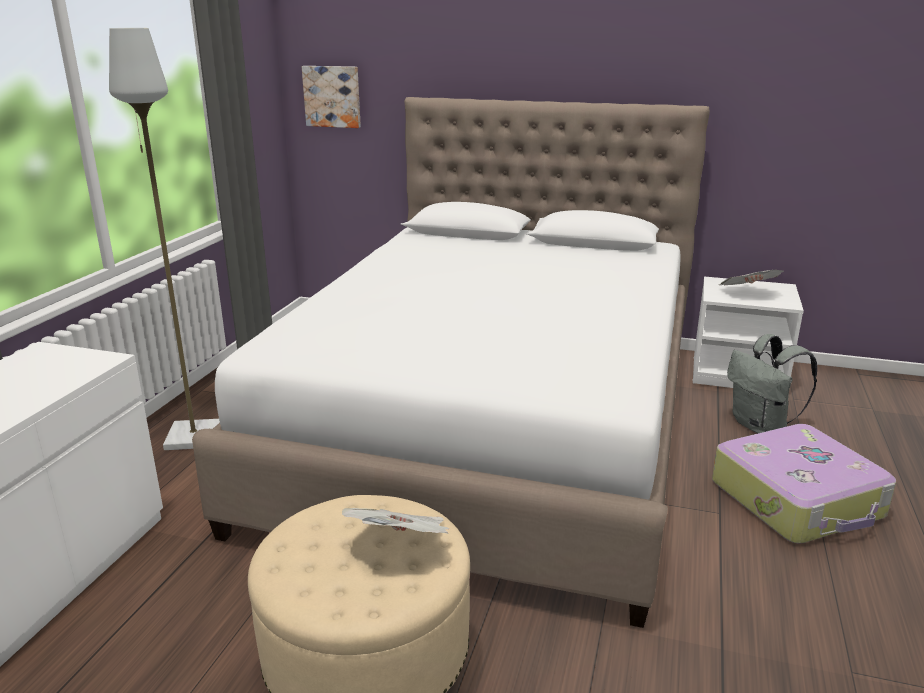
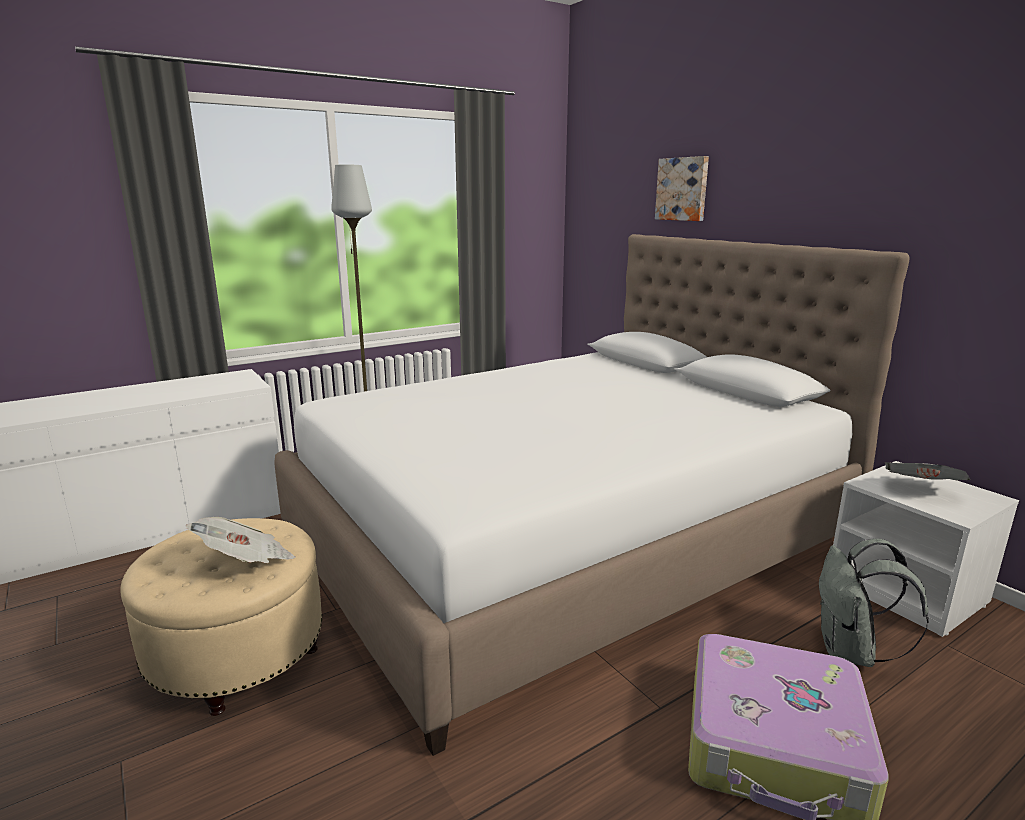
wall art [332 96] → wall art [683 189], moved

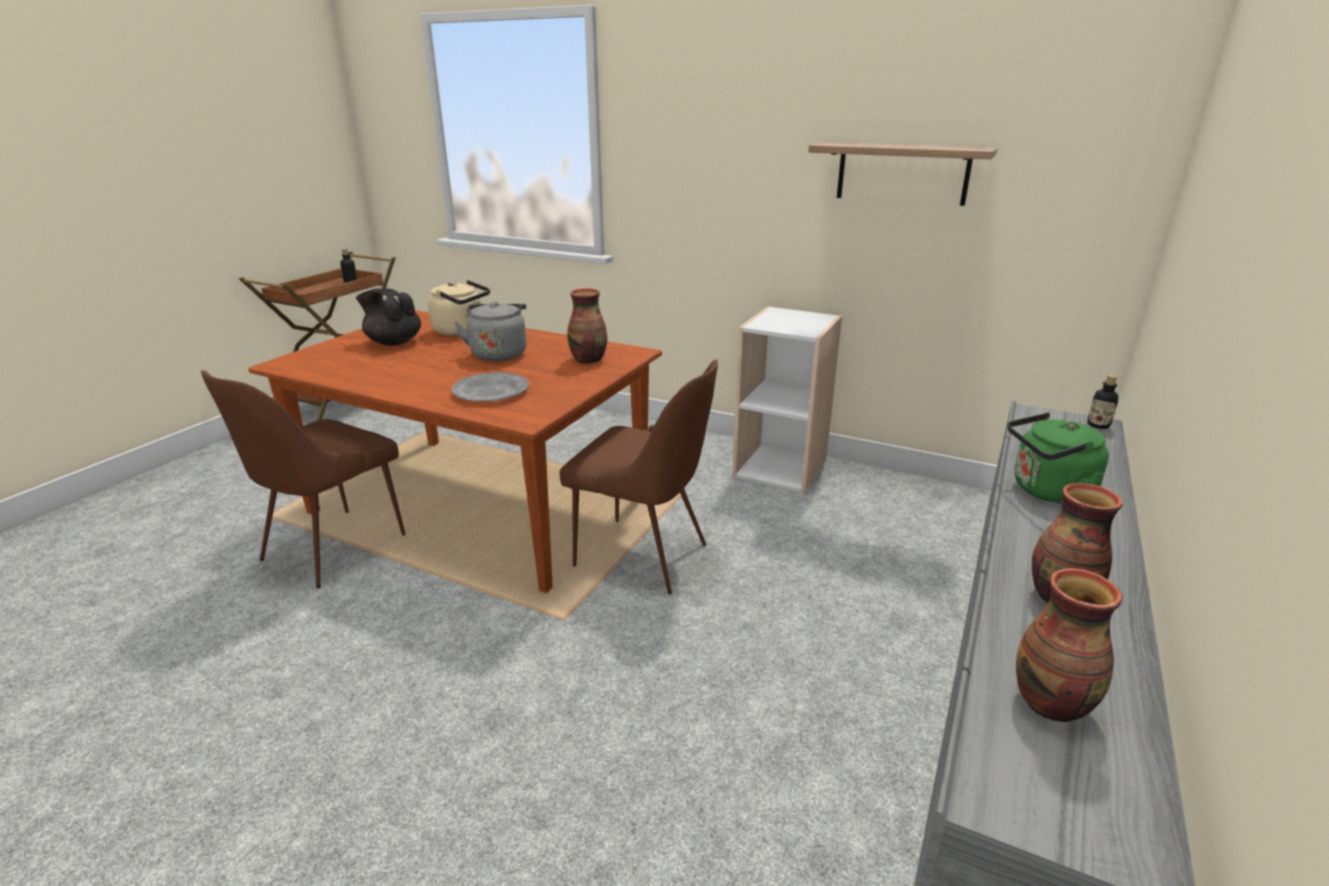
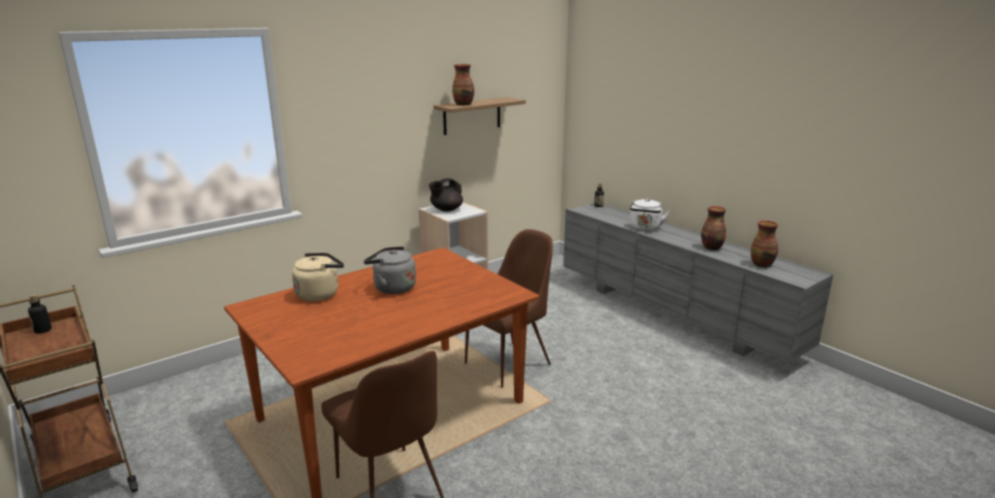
greyish dinner plate [491 392] → -
black pot for tea [393 342] → black pot for tea [446 209], moved
flower vase [589 360] → flower vase [463 104], moved
green water kettle [1047 491] → whitish water kettle [645 228]

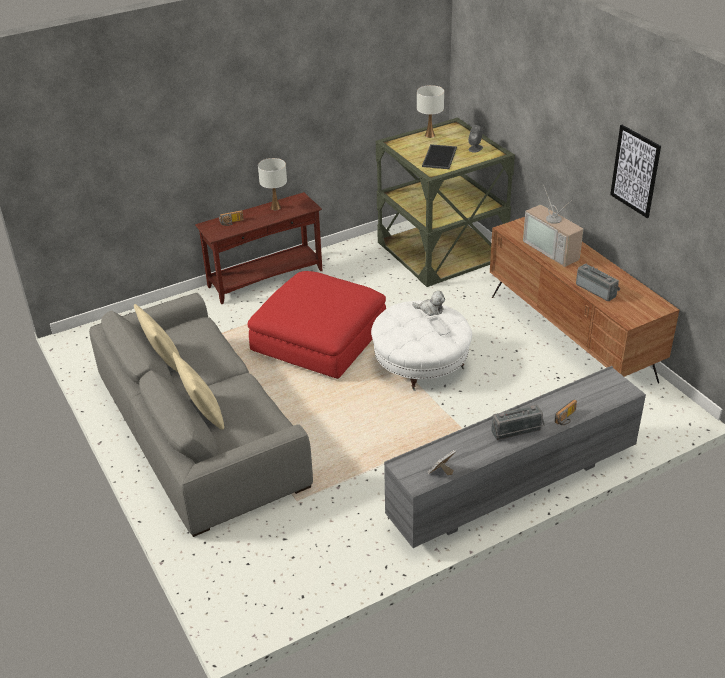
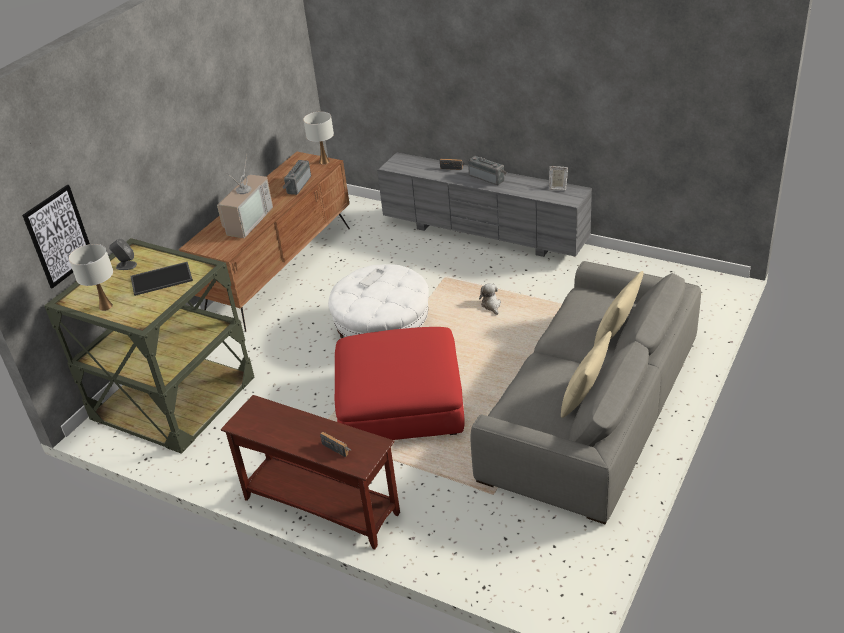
whitish lamp for a table [275 207] → whitish lamp for a table [324 161], moved
plush toy [430 309] → plush toy [491 305], moved
wall art [635 171] → wall art [58 236], moved

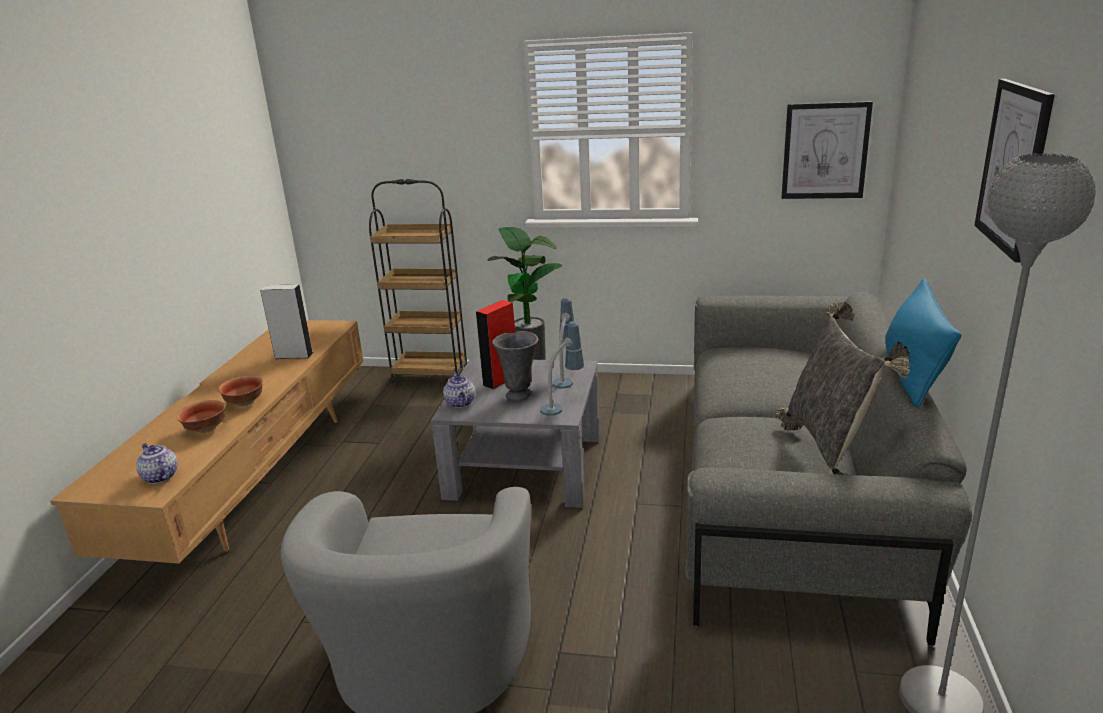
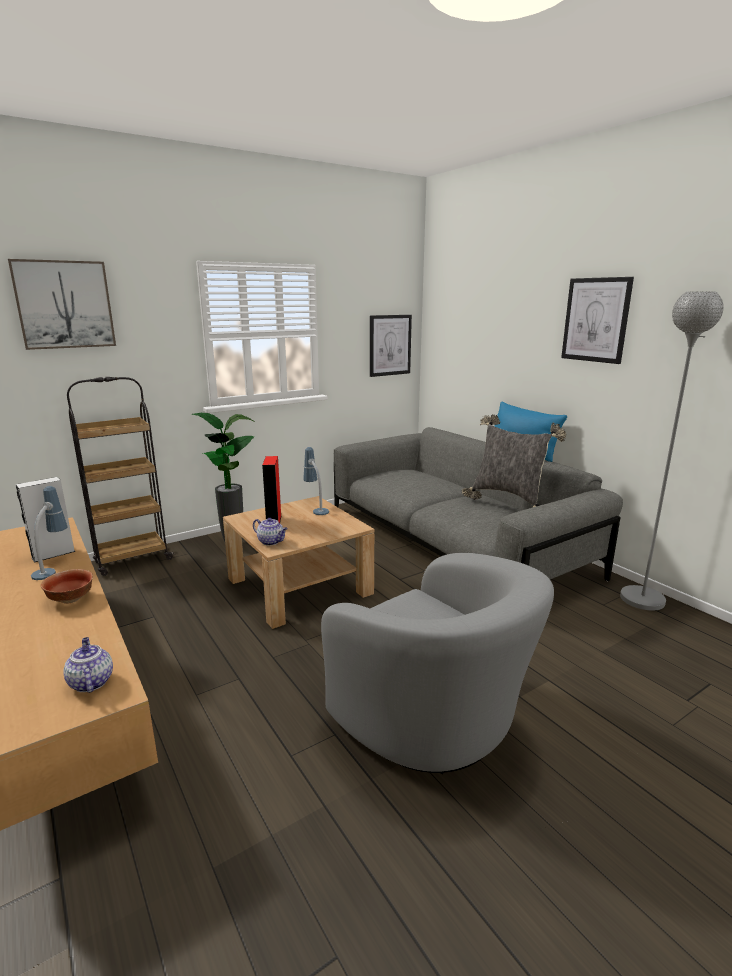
serving bowl [206 429] → -
greyish flower vase [519 395] → -
- → wall art [64 305]
lamp for a table [563 405] → lamp for a table [53 567], moved
greyish lounge table [525 465] → brown-coloured lounge table [299 586]
pot for tea [159 476] → pot for tea [90 682], 60 degrees clockwise

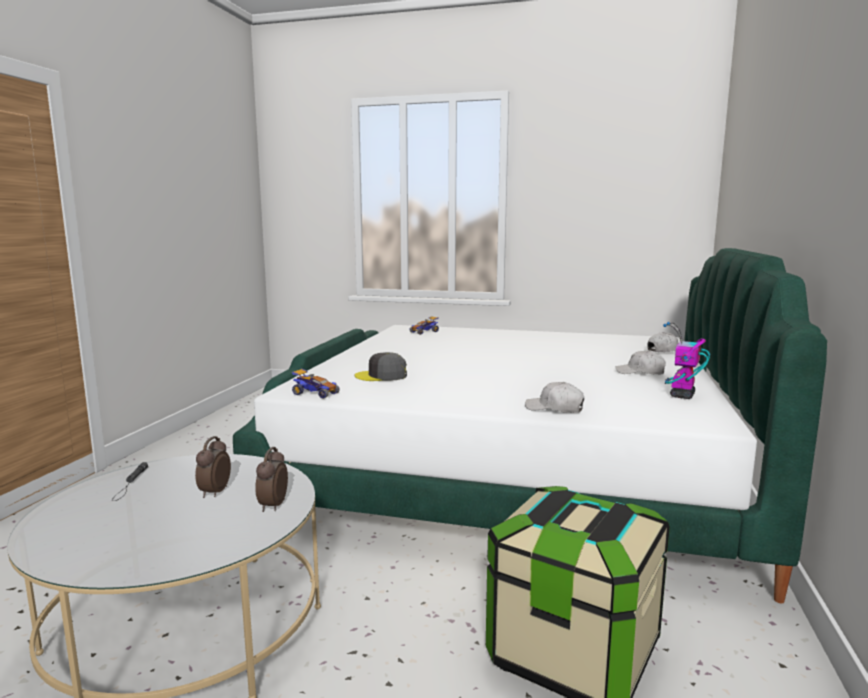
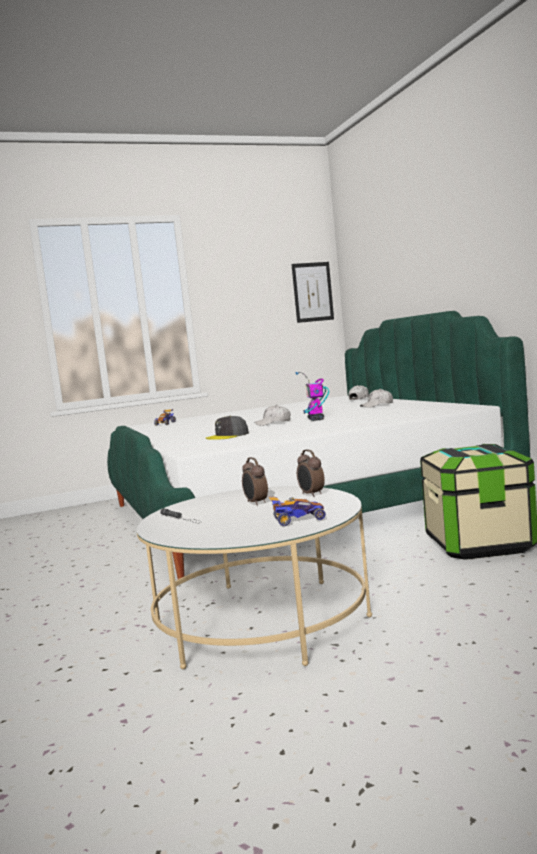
- → wall art [312 292]
miniature car [314 394] → miniature car [298 520], moved
whitish peaked cap [554 408] → whitish peaked cap [273 423], moved
robot figure [682 396] → robot figure [316 419], moved

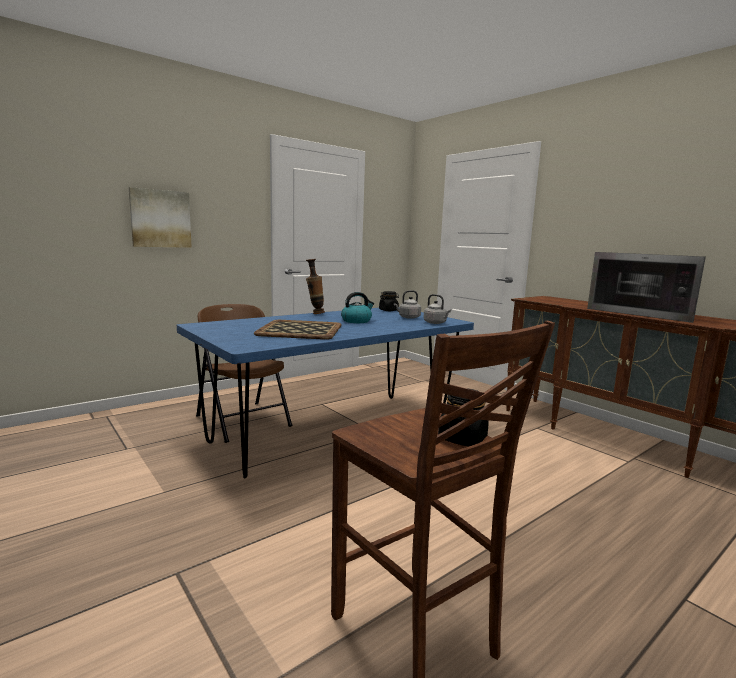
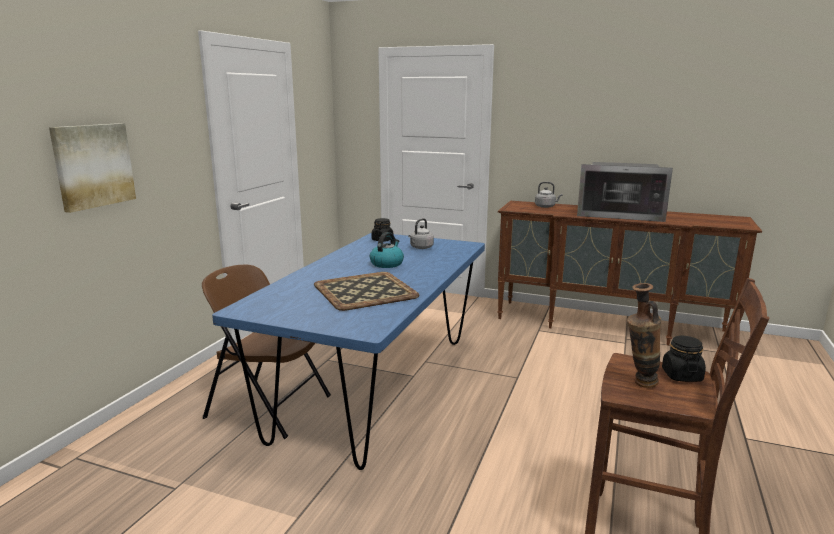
flower vase [315 313] → flower vase [638 383], moved
greyish water kettle [436 323] → greyish water kettle [546 206], moved

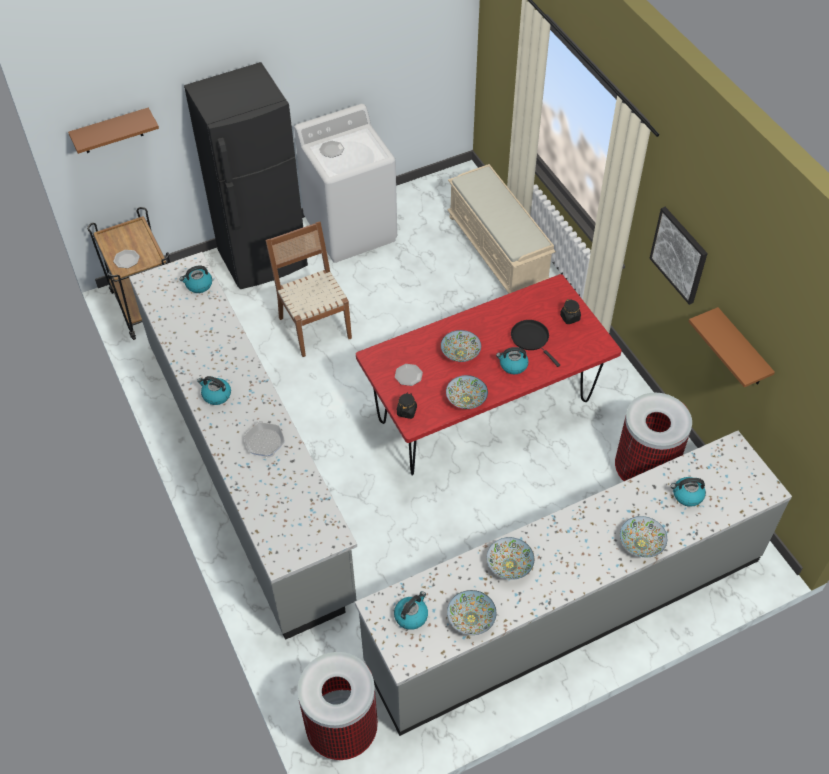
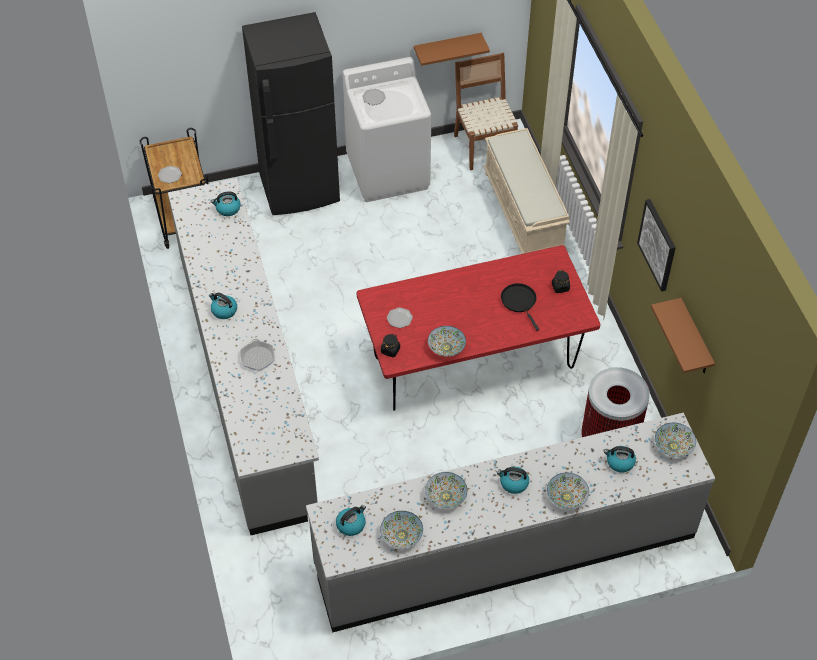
trash can [342 729] → -
brown-coloured shelf [111 131] → brown-coloured shelf [447 49], moved
upright chair [314 325] → upright chair [484 145], moved
serving bowl [460 353] → serving bowl [673 446], moved
water kettle [513 365] → water kettle [513 483], moved

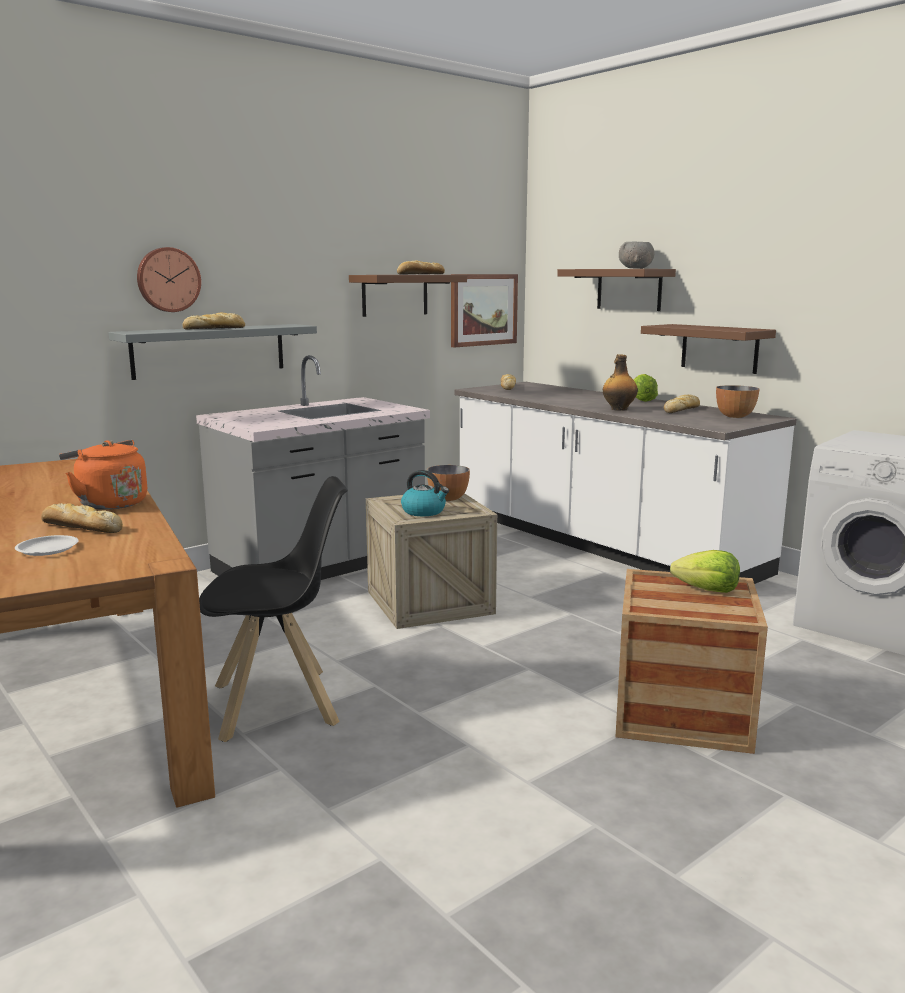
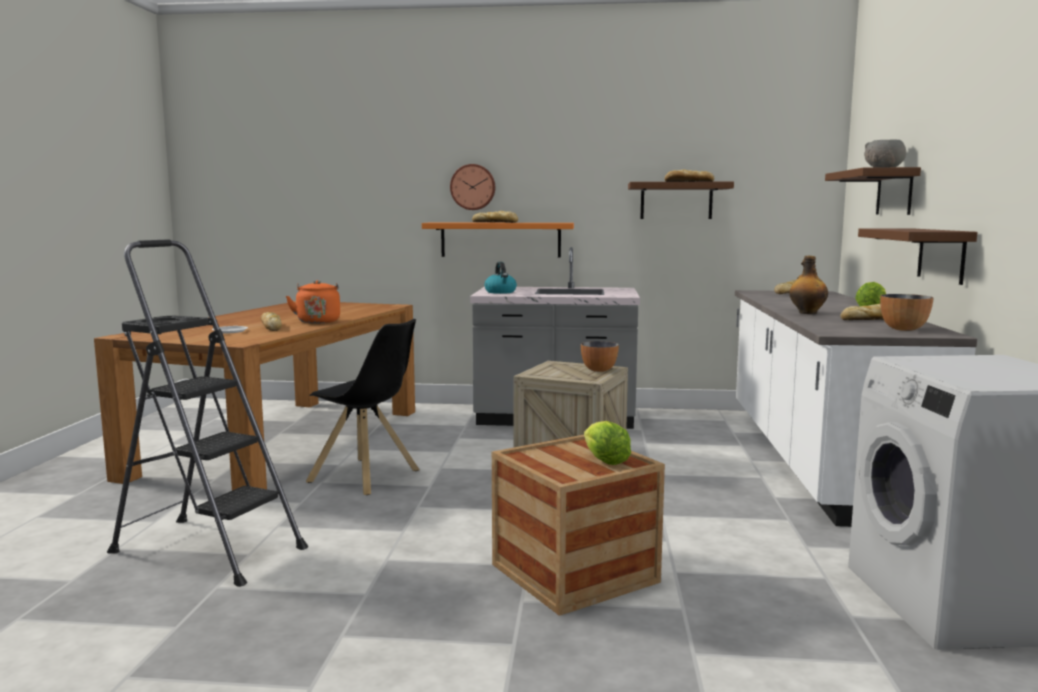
wall art [483 309] → -
- → step ladder [206 549]
water kettle [424 511] → water kettle [501 292], moved
greyish shelf [209 350] → orange-coloured shelf [500 239]

